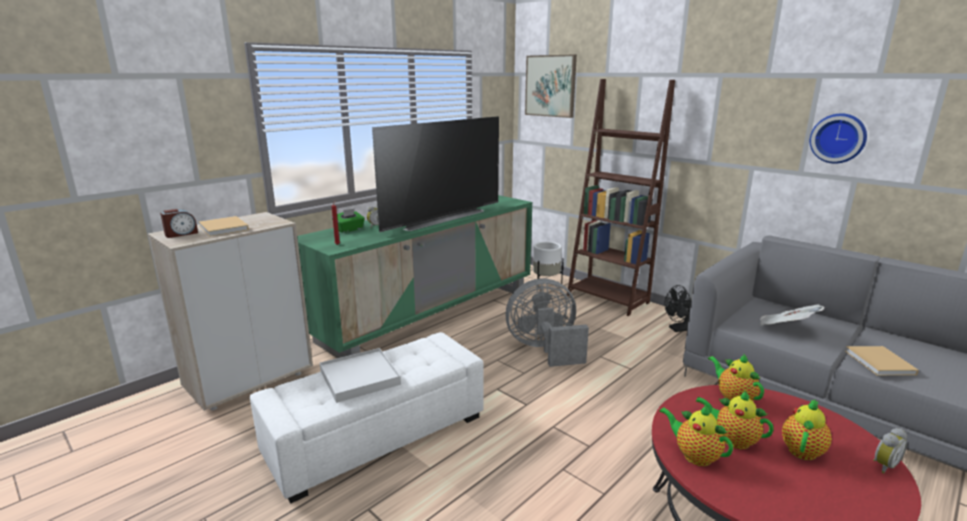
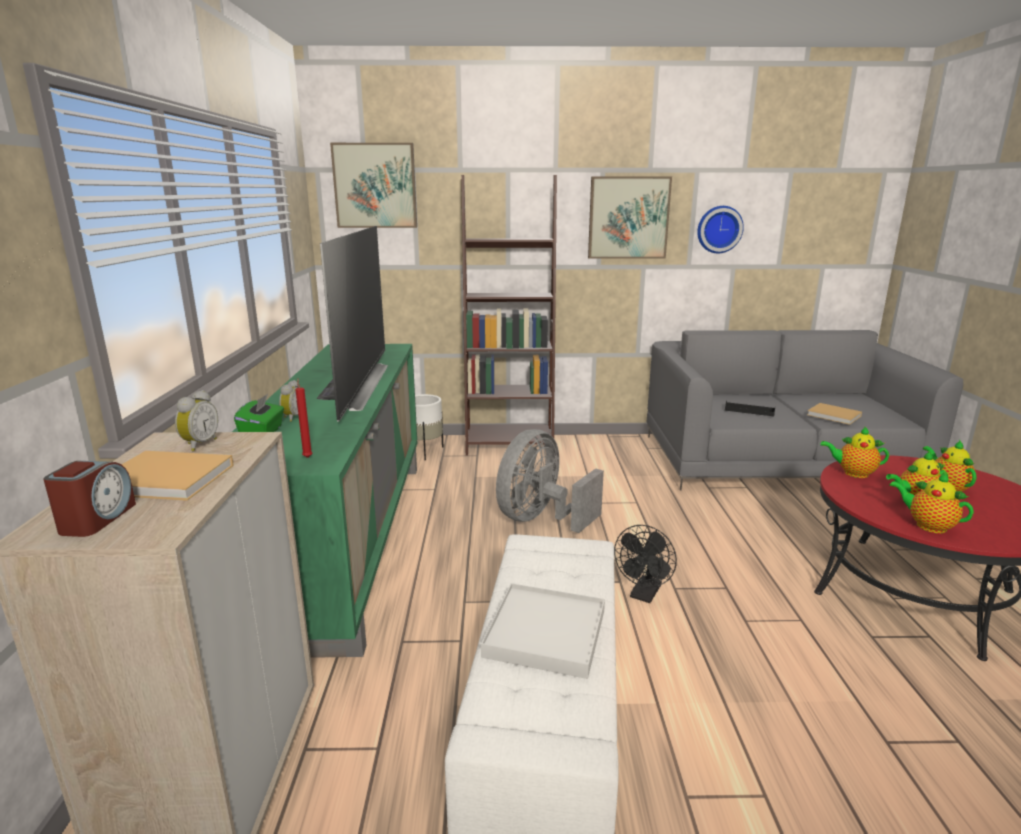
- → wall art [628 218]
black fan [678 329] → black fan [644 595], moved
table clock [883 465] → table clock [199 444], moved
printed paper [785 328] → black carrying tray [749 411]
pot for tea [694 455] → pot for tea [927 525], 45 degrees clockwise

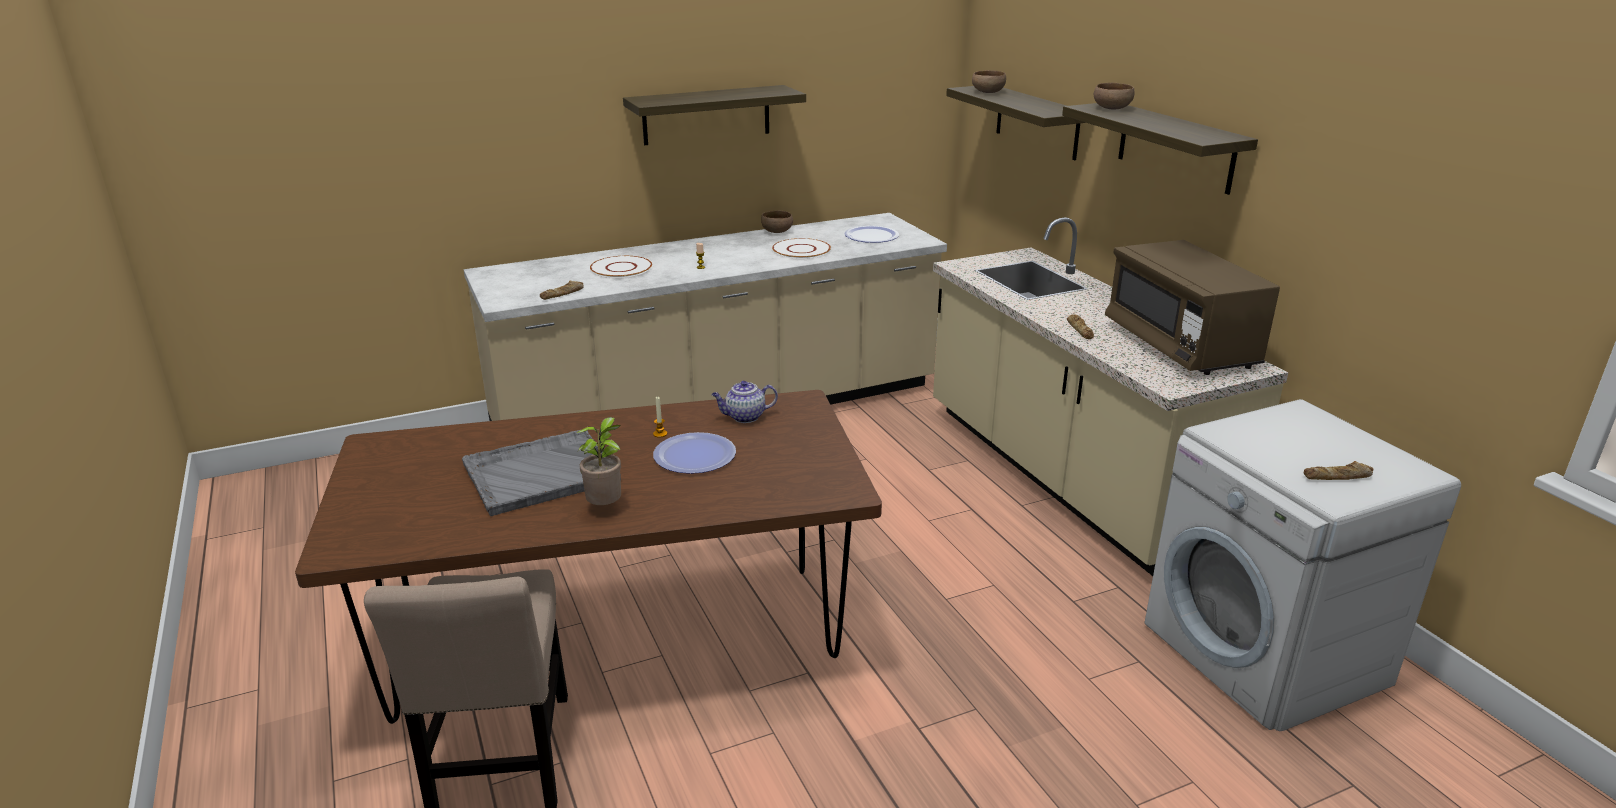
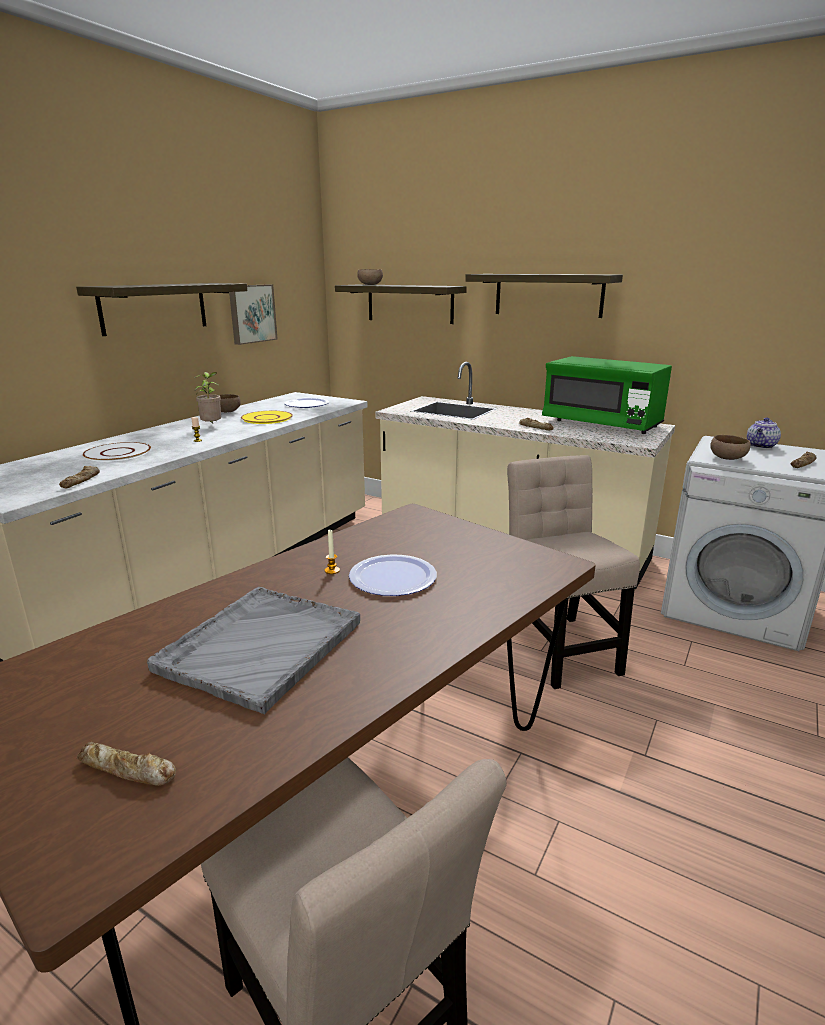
- → bread [127 770]
- → wall art [251 313]
- → sand-coloured upright chair [558 646]
houseplant [606 507] → houseplant [212 426], moved
pot for tea [744 417] → pot for tea [761 446], moved
brown-coloured serving bowl [1112 109] → brown-coloured serving bowl [728 458], moved
whitish dinner plate [801 250] → yellow-coloured dinner plate [266 418]
brown-coloured kitchen microwave [1179 345] → green kitchen microwave [601 424]

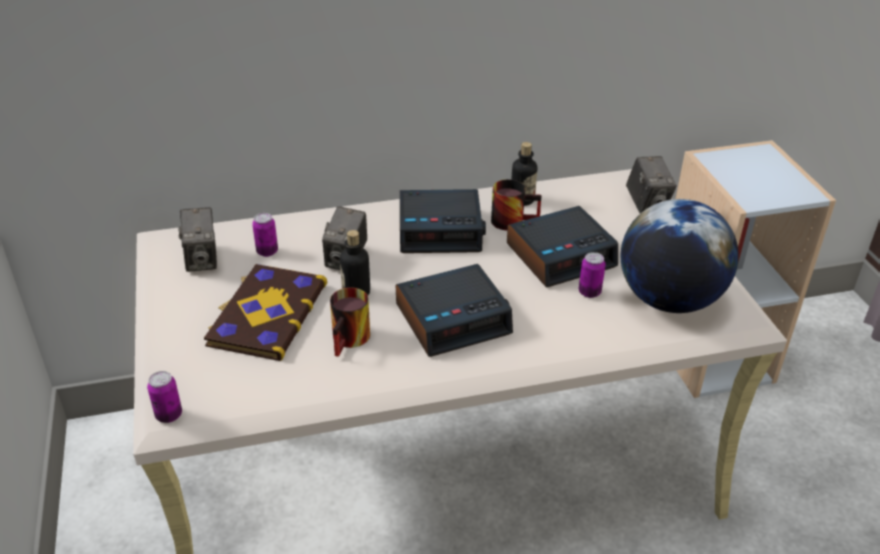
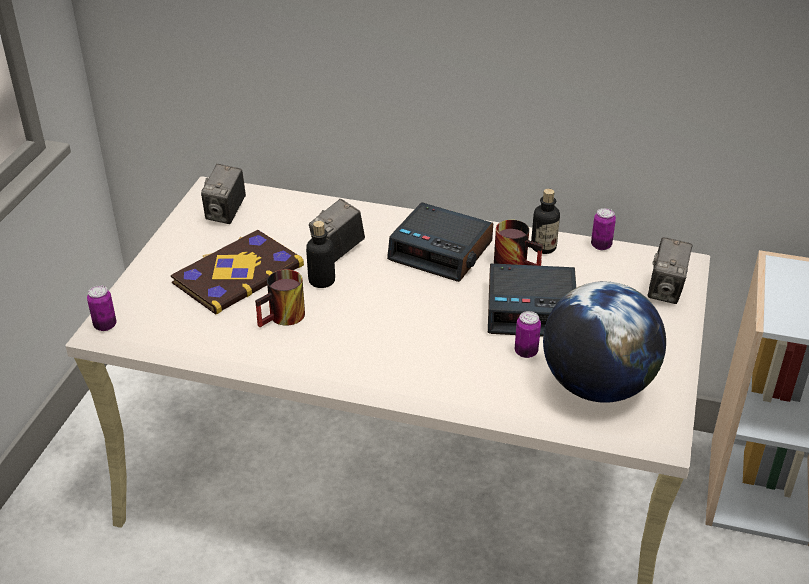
table clock [453 318] → -
can [267 252] → can [601 245], moved

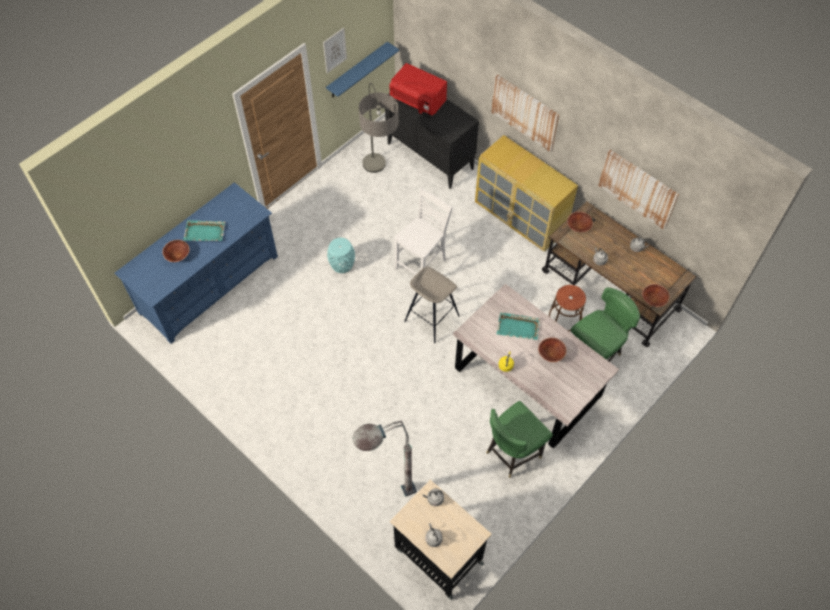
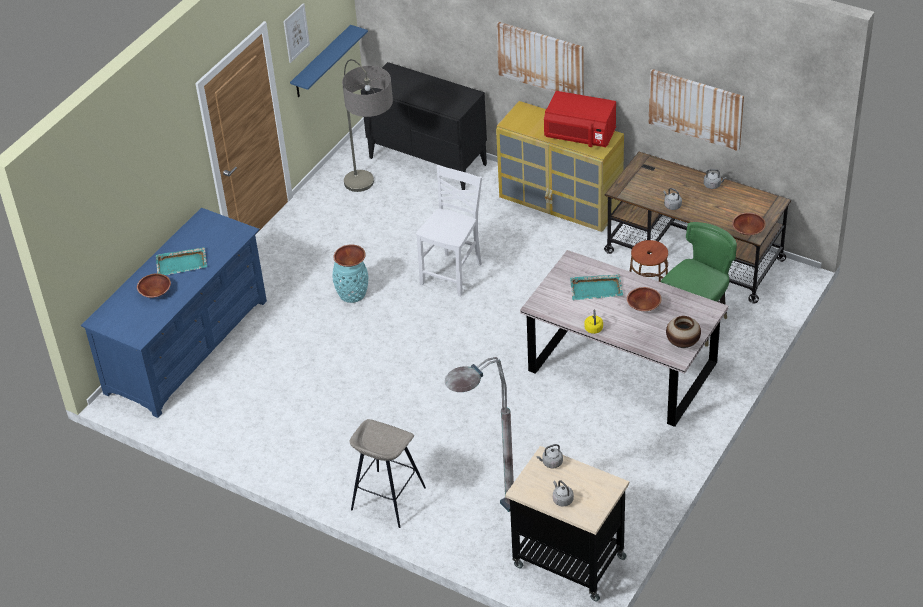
green upright chair [512 453] → -
- → flower vase [683 343]
reddish kitchen microwave [418 101] → reddish kitchen microwave [580 136], moved
greyish sitting stool [431 319] → greyish sitting stool [388 498], moved
brown-coloured serving bowl [579 226] → brown-coloured serving bowl [350 262], moved

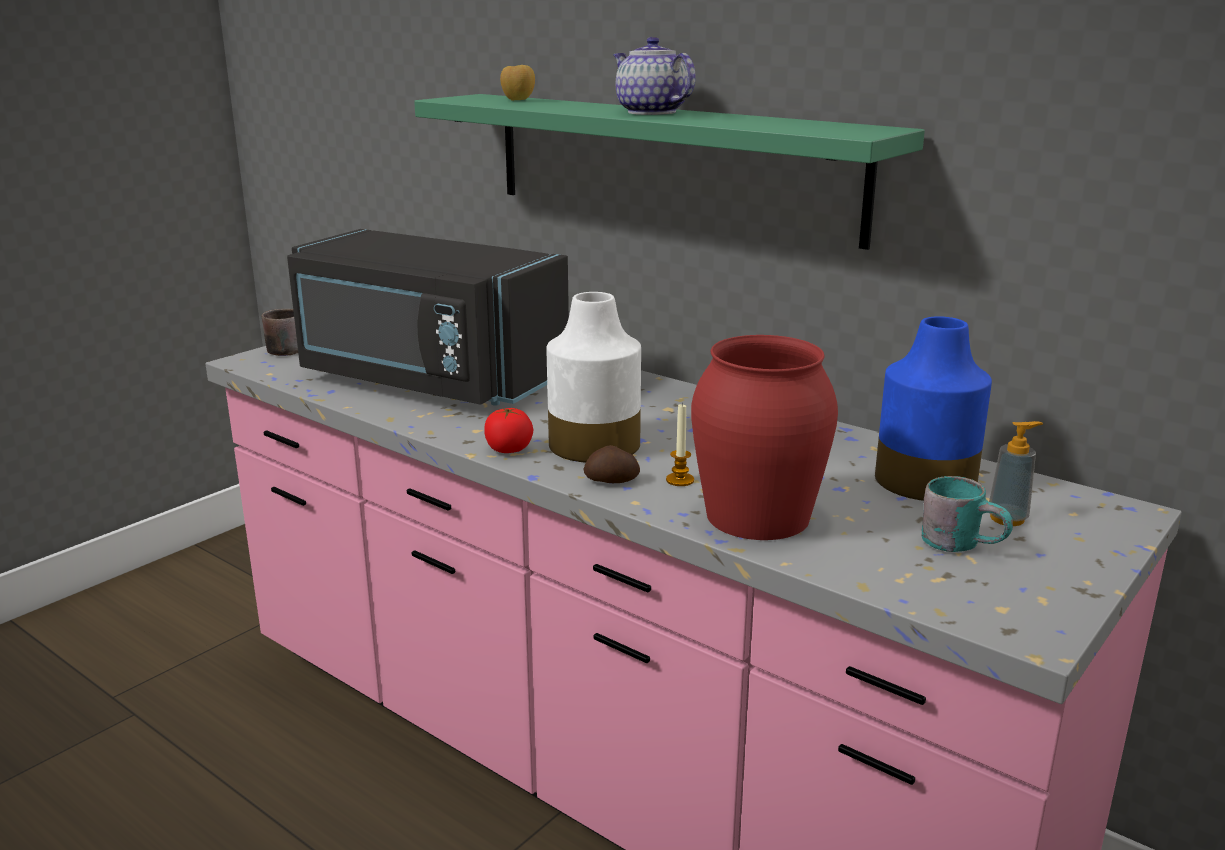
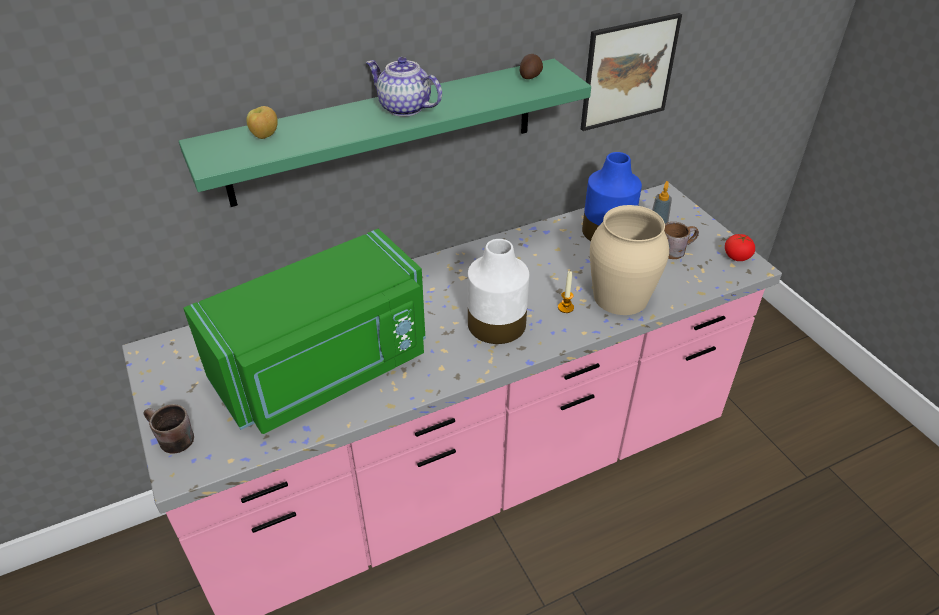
- → wall art [628 72]
fresh tomato [508 449] → fresh tomato [736 257], moved
whole potato [612 481] → whole potato [531 76], moved
black kitchen microwave [426 380] → green kitchen microwave [325 370]
reddish flower vase [756 515] → sand-coloured flower vase [620 297]
blue-green mug [962 543] → brown-coloured mug [674 249]
pot for tea [650 112] → pot for tea [404 108], 45 degrees clockwise

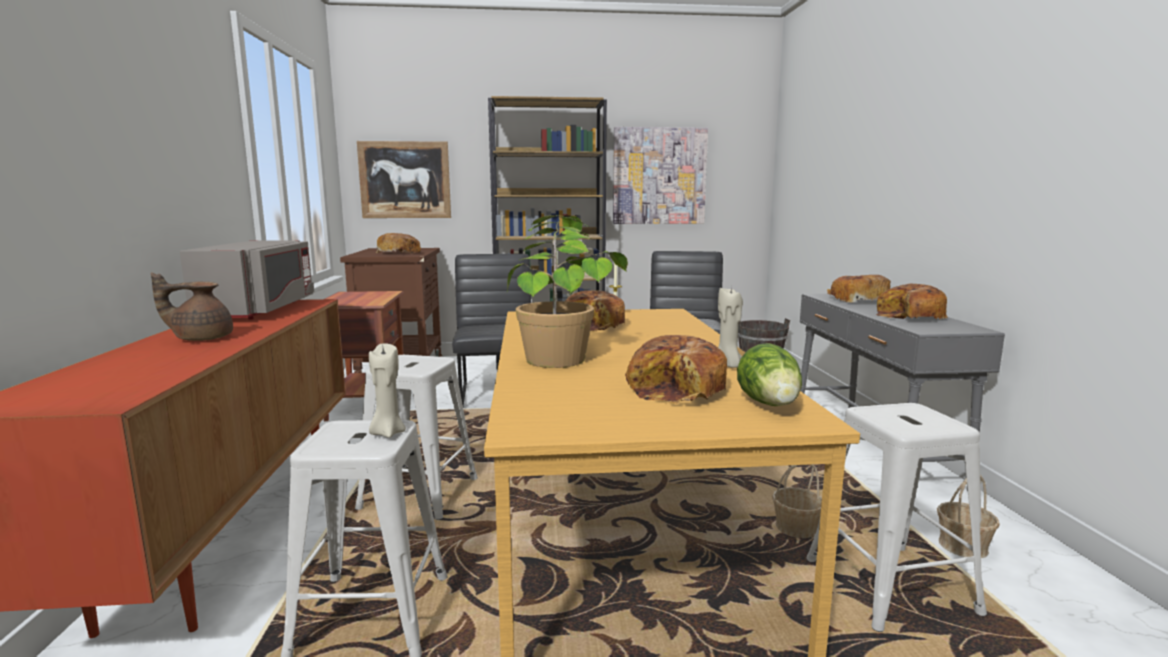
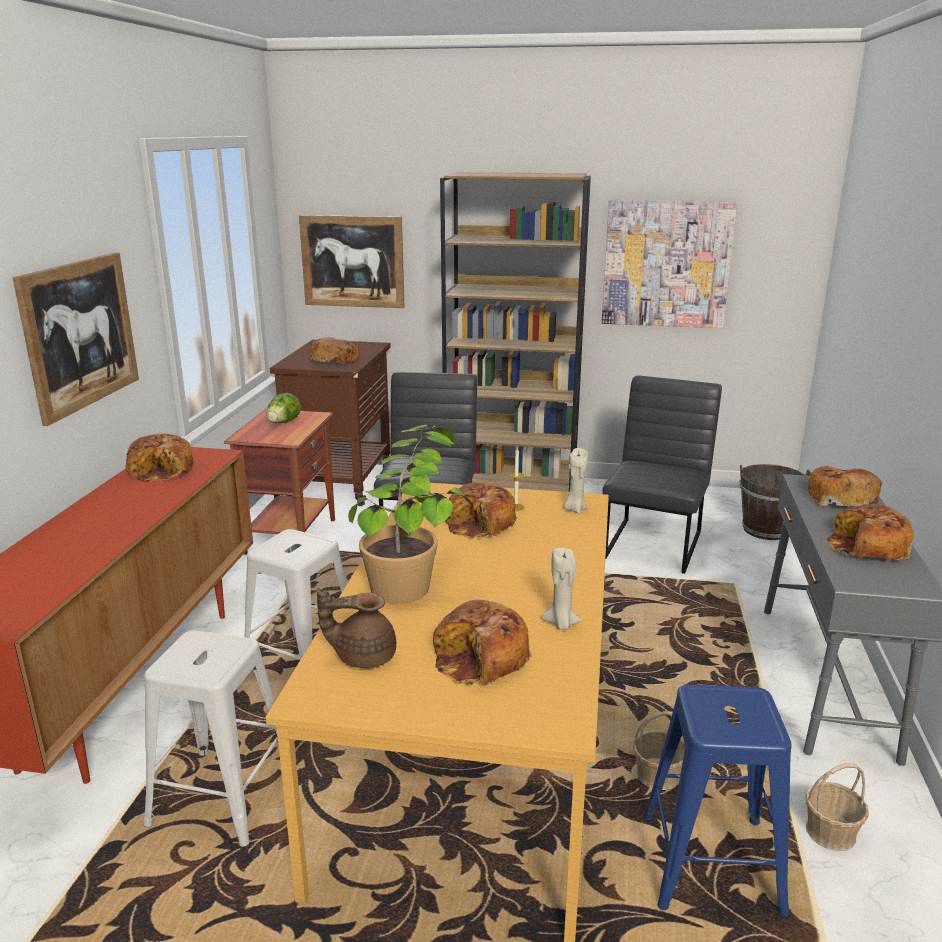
- → wall art [80 334]
brown-coloured pot for tea [201 338] → brown-coloured pot for tea [363 656], moved
sand-coloured candle [387 433] → sand-coloured candle [575 509], moved
lettuce [770 405] → lettuce [283 423], moved
greyish kitchen microwave [259 310] → bread [163 470]
whitish sitting stool [890 586] → blue sitting stool [711 863]

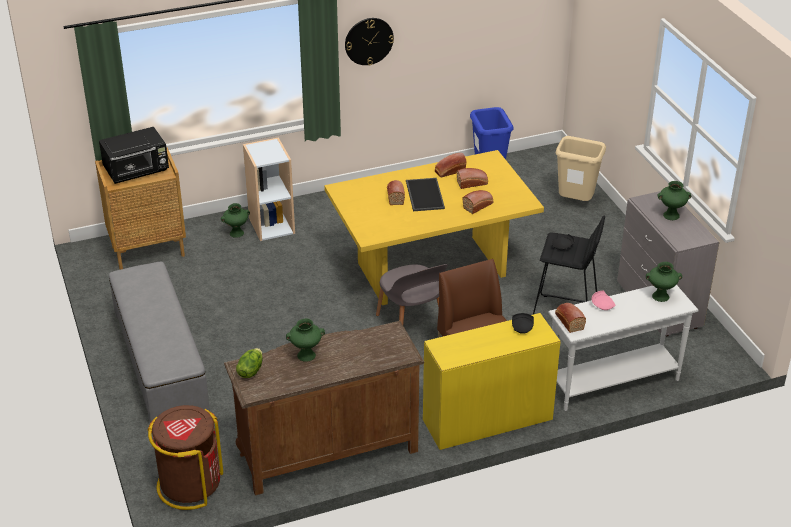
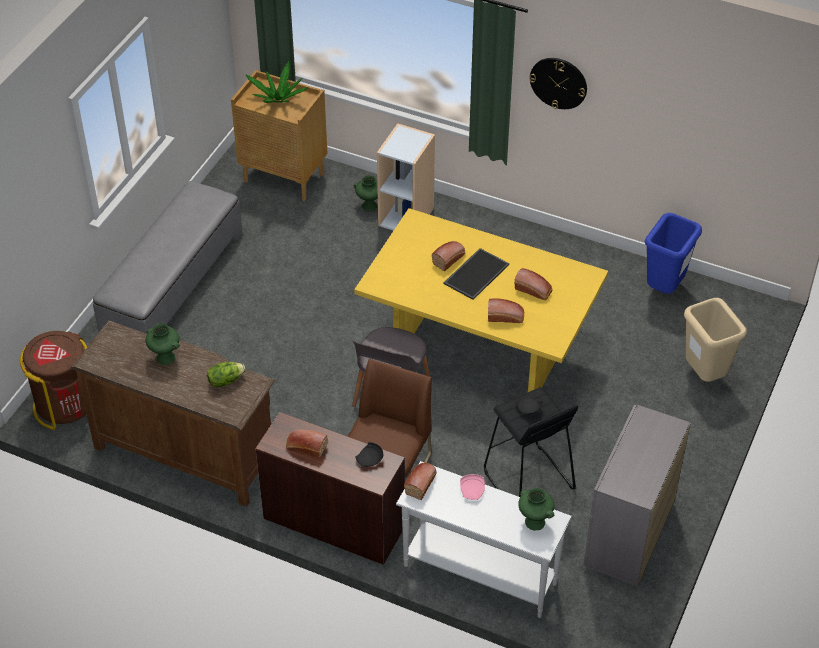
green flower vase [671 215] → -
lettuce [250 371] → lettuce [225 380], moved
bread [449 171] → bread [305 447], moved
black kitchen microwave [137 171] → houseplant [278 99]
yellow-coloured desk unit [486 419] → brown-coloured desk unit [334 522]

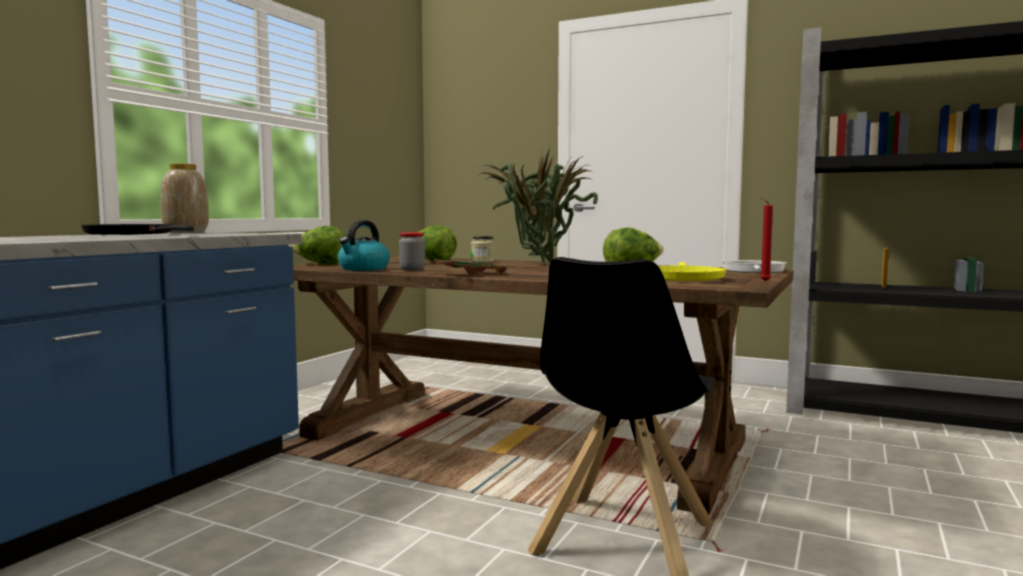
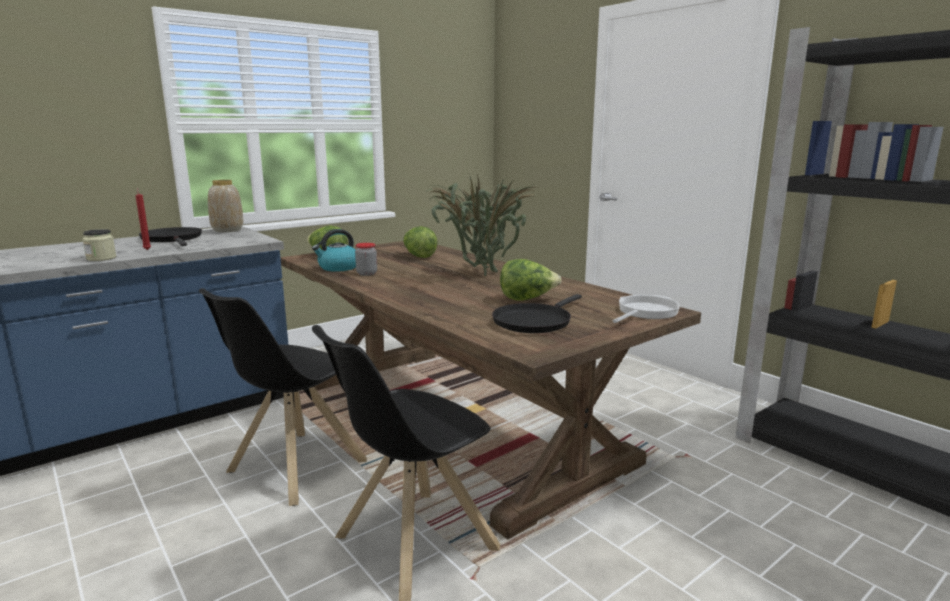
green carrying tray [469 274] → -
- → black upright chair [294 467]
storage jar [482 261] → storage jar [101 258], moved
reddish candle [763 281] → reddish candle [147 249], moved
yellow-coloured skillet [682 278] → black skillet [534 321]

